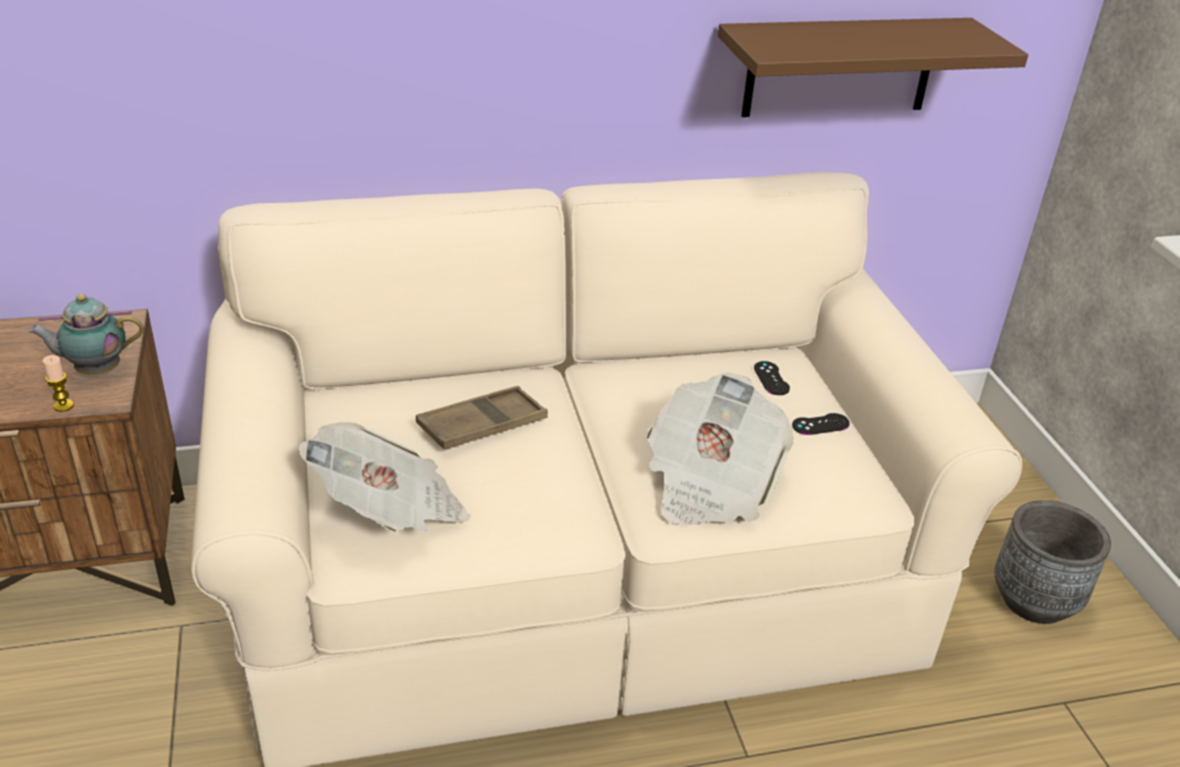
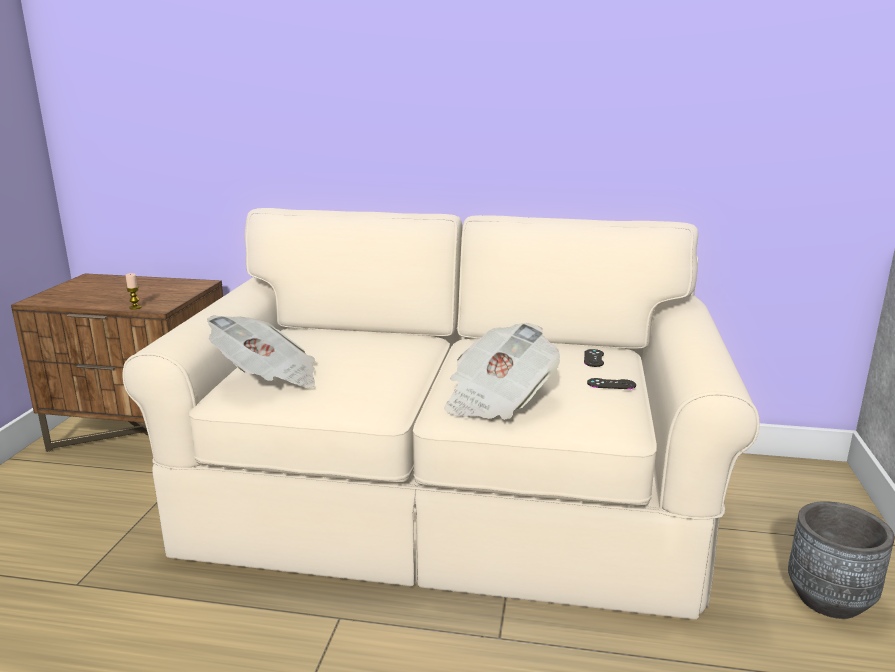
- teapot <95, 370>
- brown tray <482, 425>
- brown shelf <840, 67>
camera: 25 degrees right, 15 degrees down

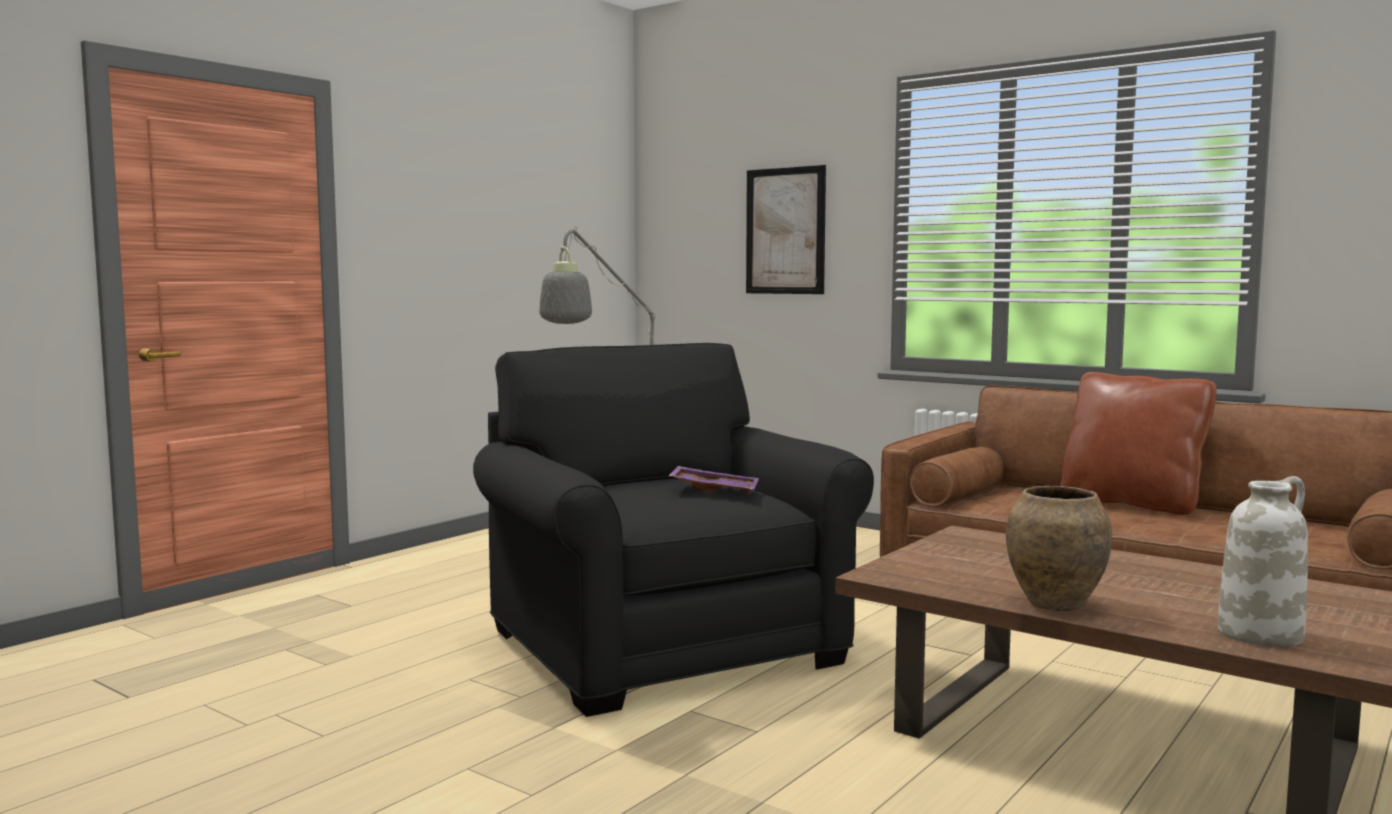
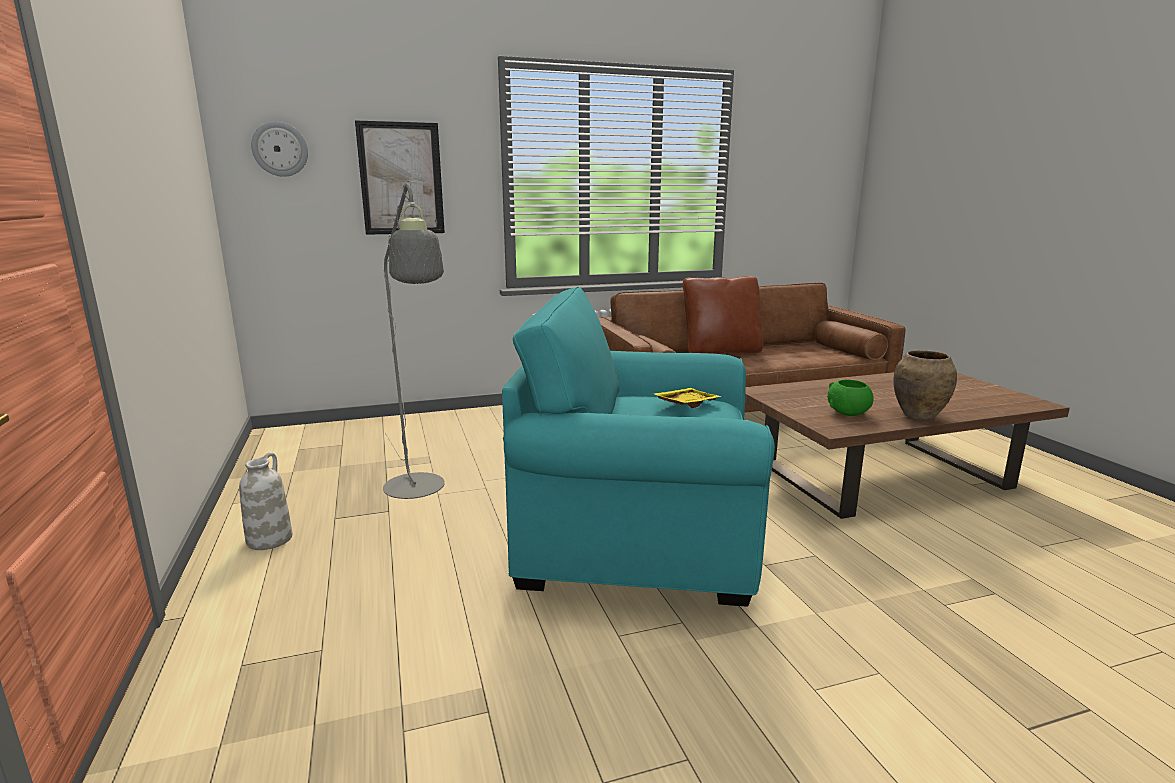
+ wall clock <280, 149>
+ green bowl <848, 413>
~ white vase <1260, 634> to <269, 539>
~ black armchair <664, 647> to turquoise armchair <637, 535>
~ purple tray <714, 489> to yellow tray <685, 404>
camera: 55 degrees left, 10 degrees up

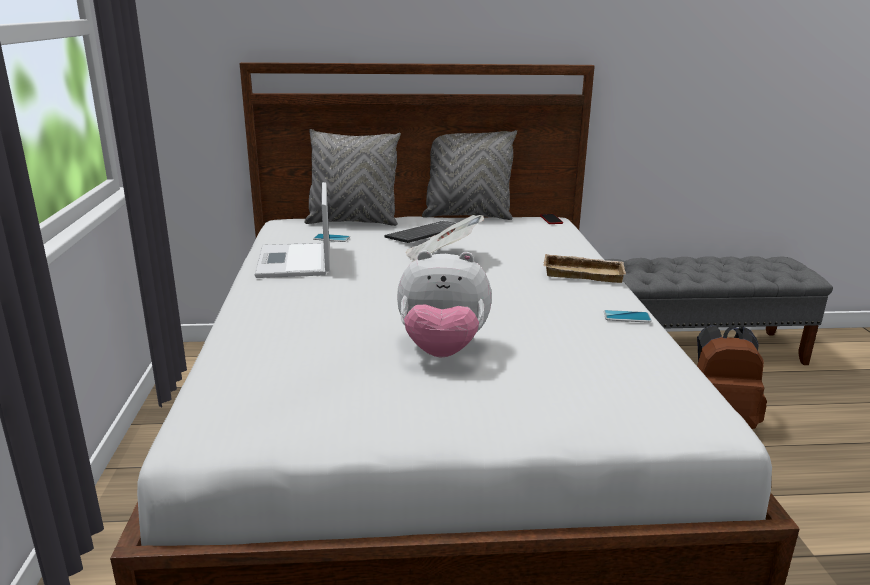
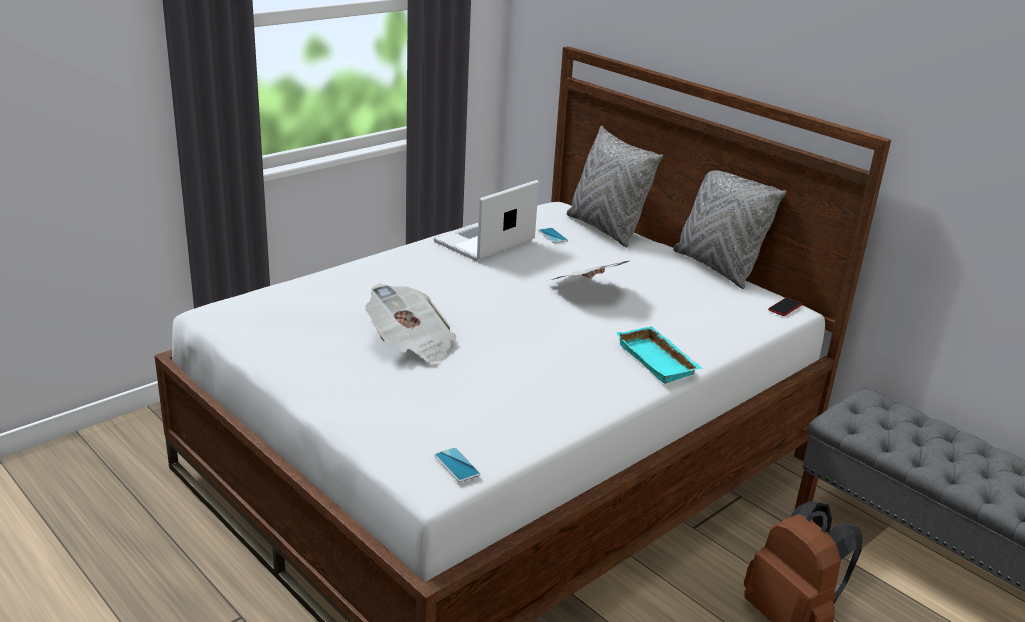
- keyboard <426, 234>
~ phone <627, 317> to <457, 465>
~ plush toy <442, 350> to newspaper <411, 345>
~ beige tray <584, 273> to turquoise tray <659, 360>
camera: 50 degrees right, 5 degrees up

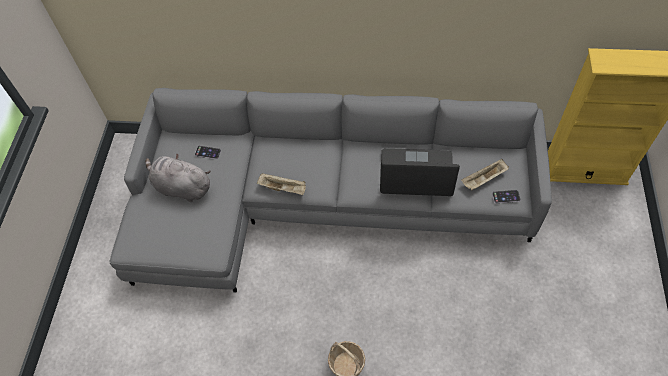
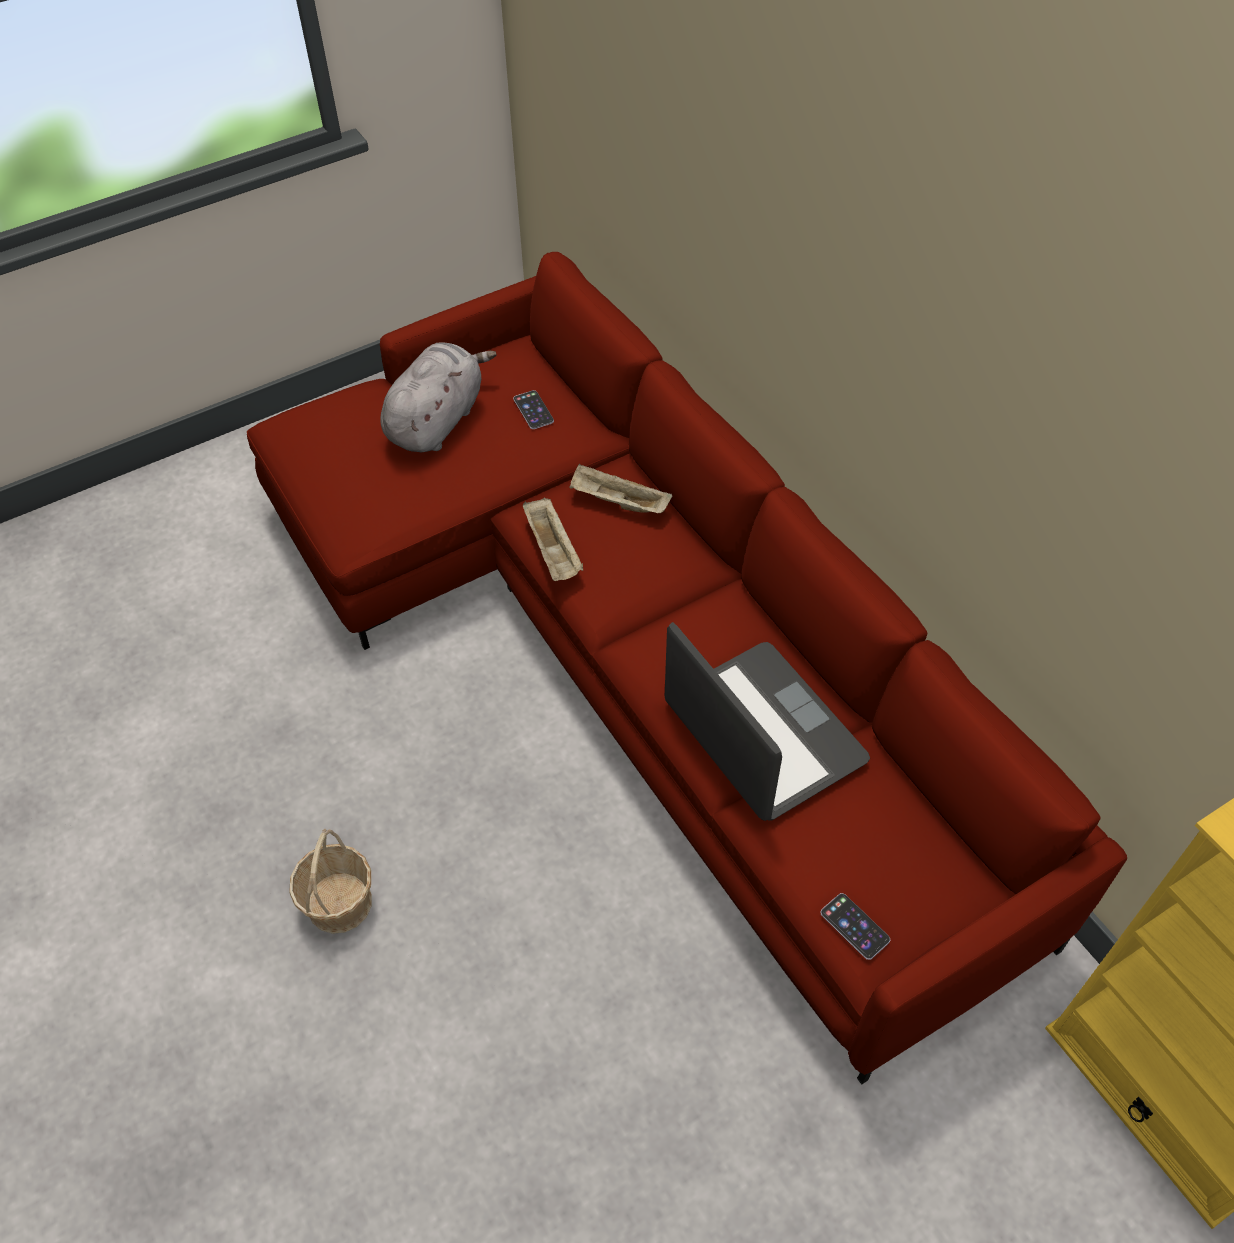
~ beige tray <483, 180> to <618, 503>
~ grey sofa <317, 201> to red sofa <633, 651>
~ grey plush toy <181, 187> = <437, 420> 45 degrees clockwise
camera: 50 degrees right, 5 degrees down

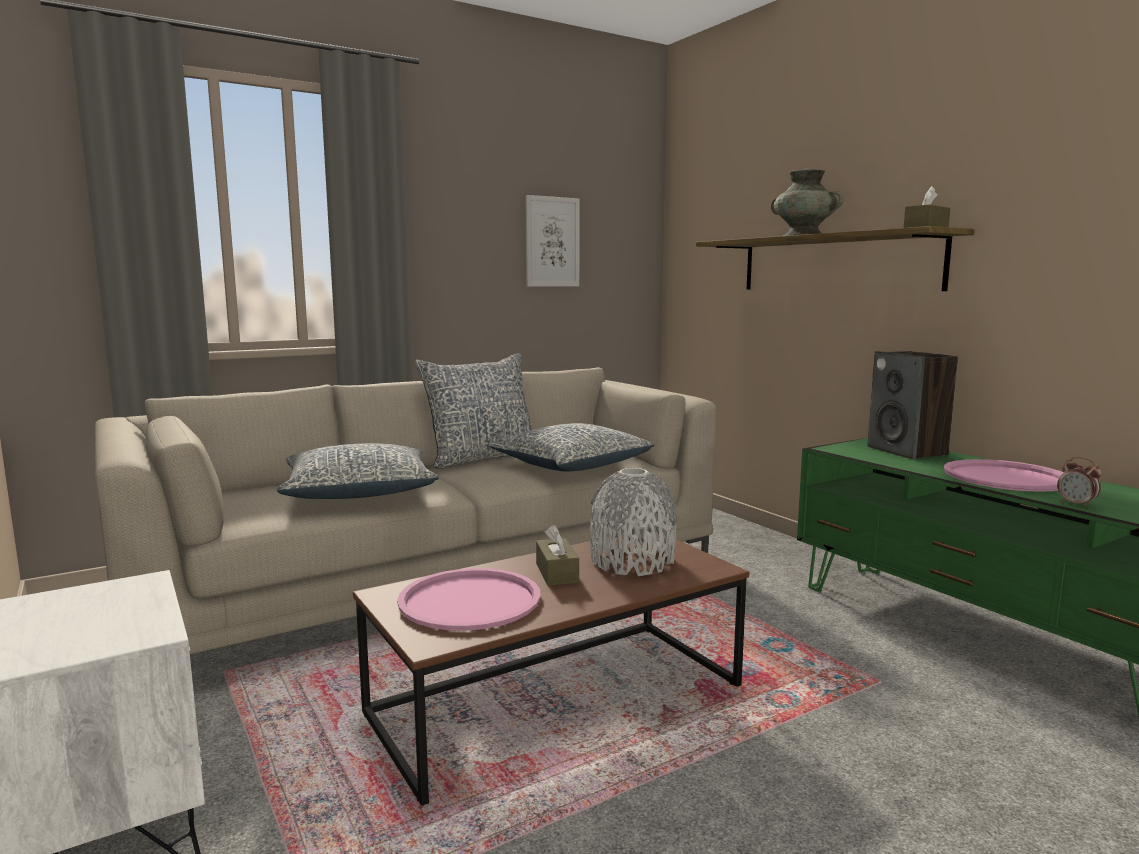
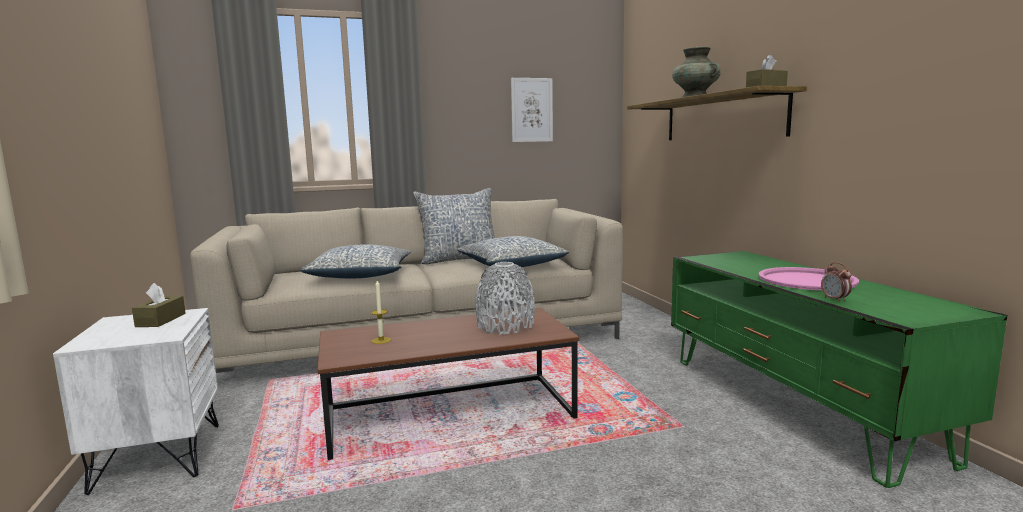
- speaker <907, 451>
~ brown tissue box <557, 573> to <161, 320>
~ pink tray <470, 601> to candle <381, 340>
camera: 15 degrees right, 0 degrees up

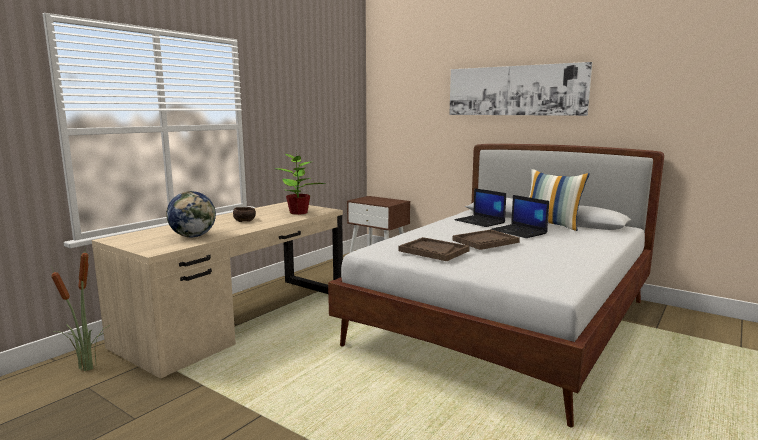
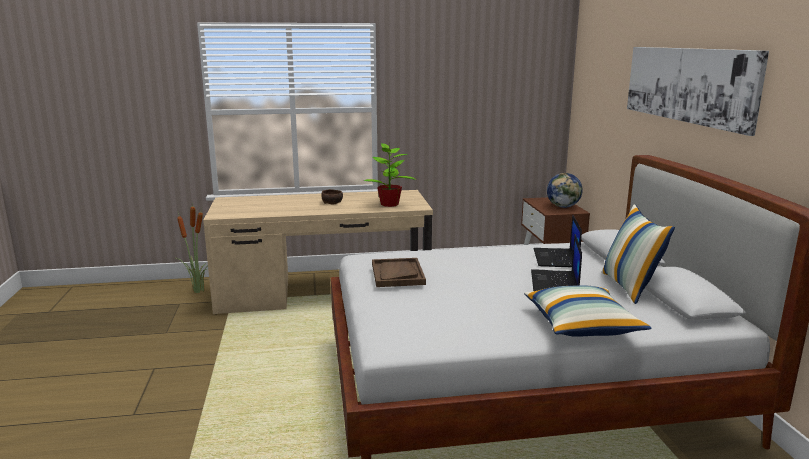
- brown tray <485, 241>
+ pillow <582, 325>
~ globe <193, 236> to <563, 207>
camera: 45 degrees right, 5 degrees up

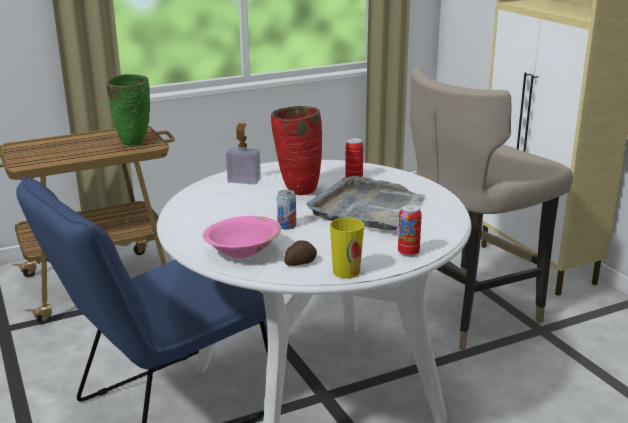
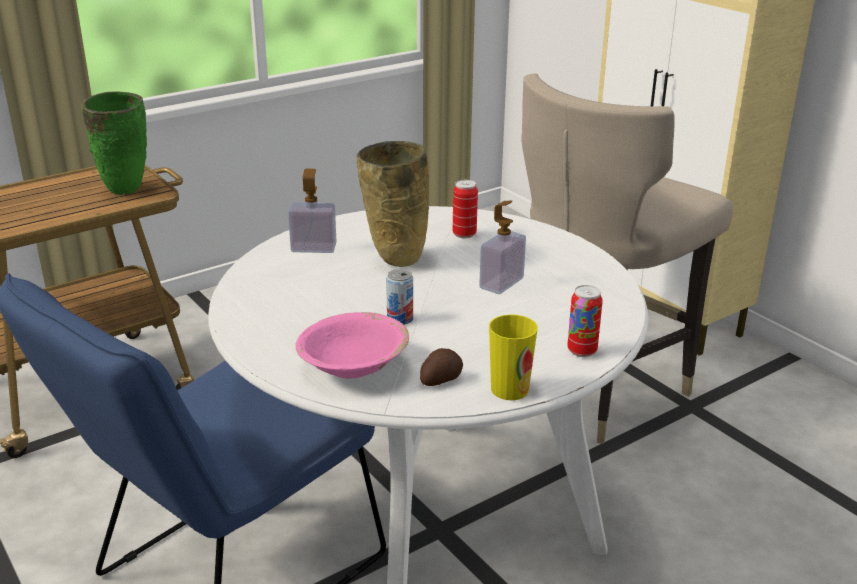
~ grey tray <368, 209> to soap dispenser <501, 283>
~ red vase <298, 190> to beige vase <395, 258>
camera: 10 degrees left, 5 degrees up

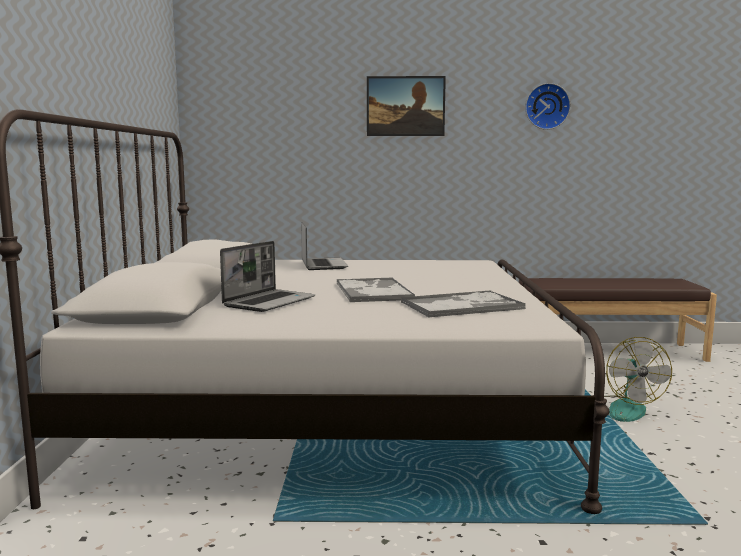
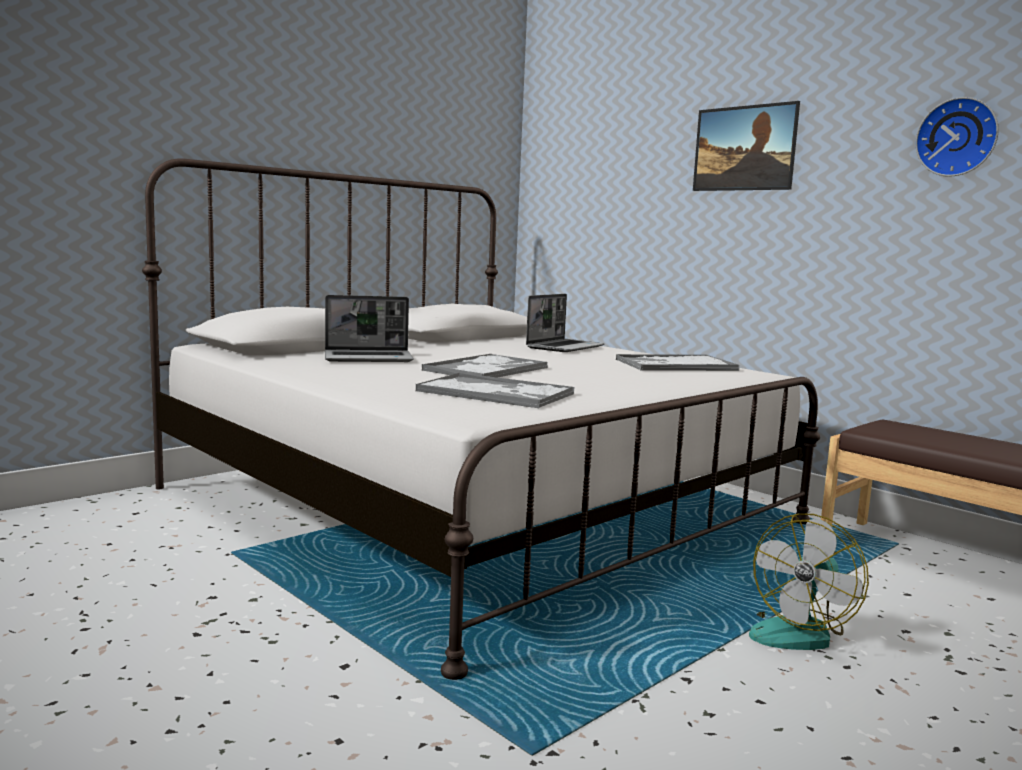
+ tray <674, 365>
camera: 45 degrees right, 0 degrees up

